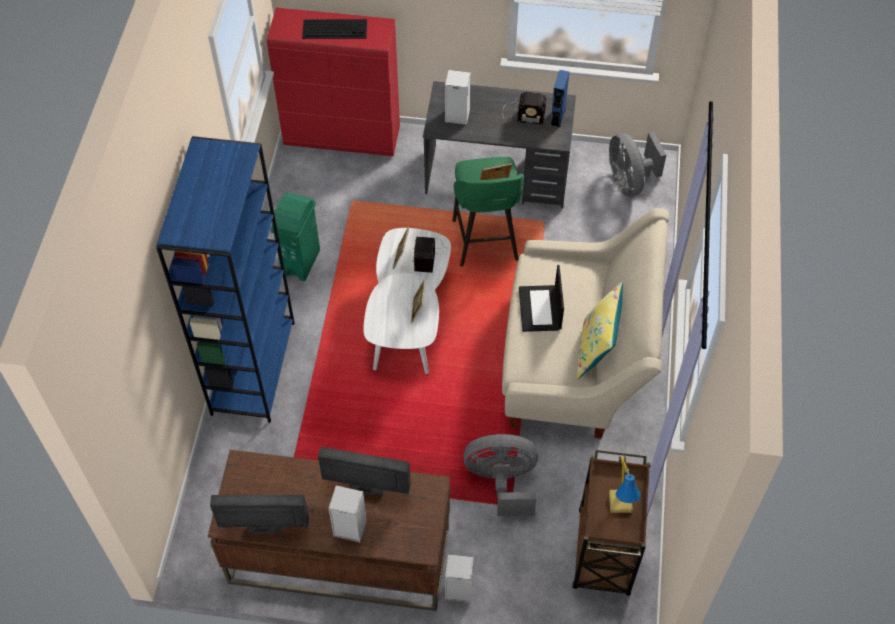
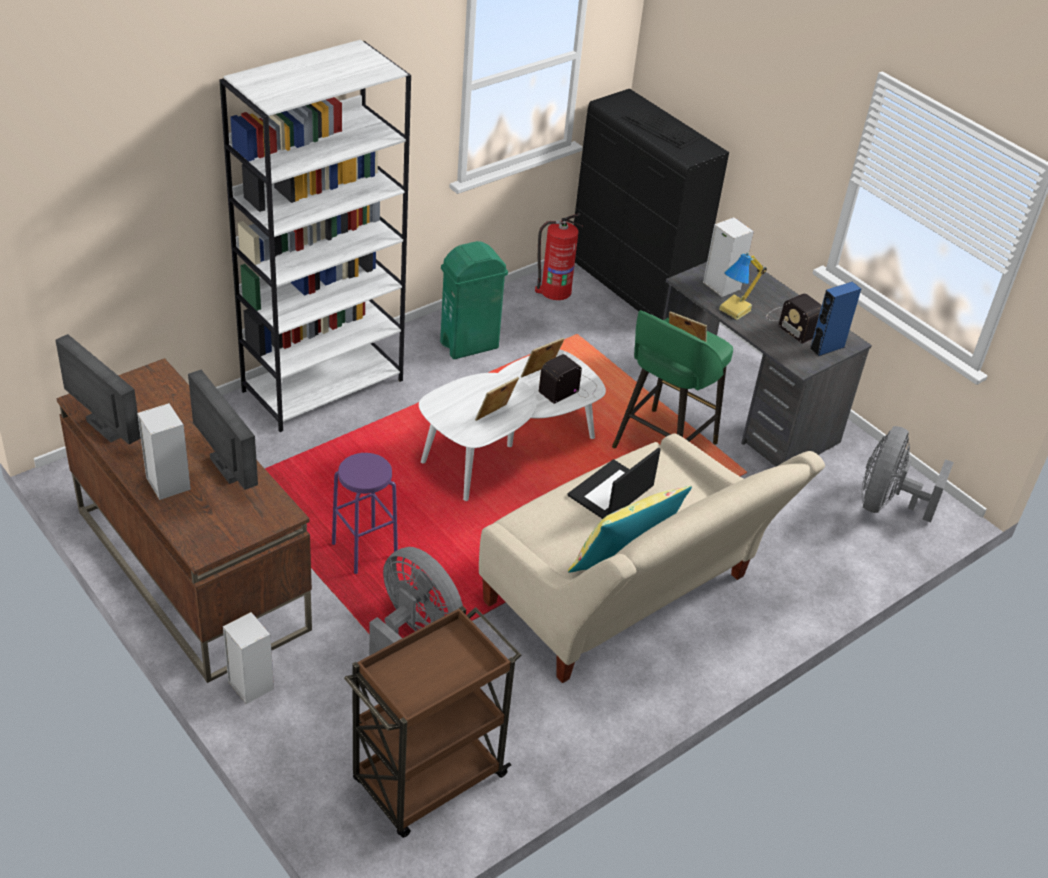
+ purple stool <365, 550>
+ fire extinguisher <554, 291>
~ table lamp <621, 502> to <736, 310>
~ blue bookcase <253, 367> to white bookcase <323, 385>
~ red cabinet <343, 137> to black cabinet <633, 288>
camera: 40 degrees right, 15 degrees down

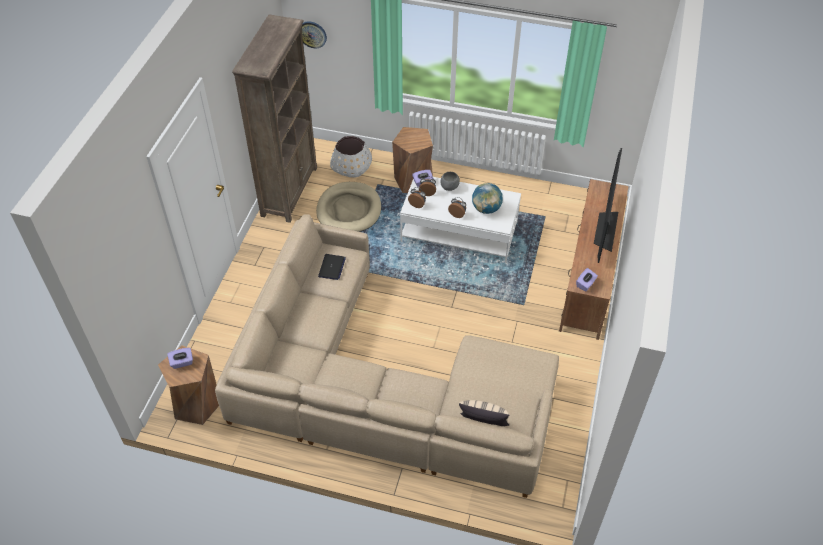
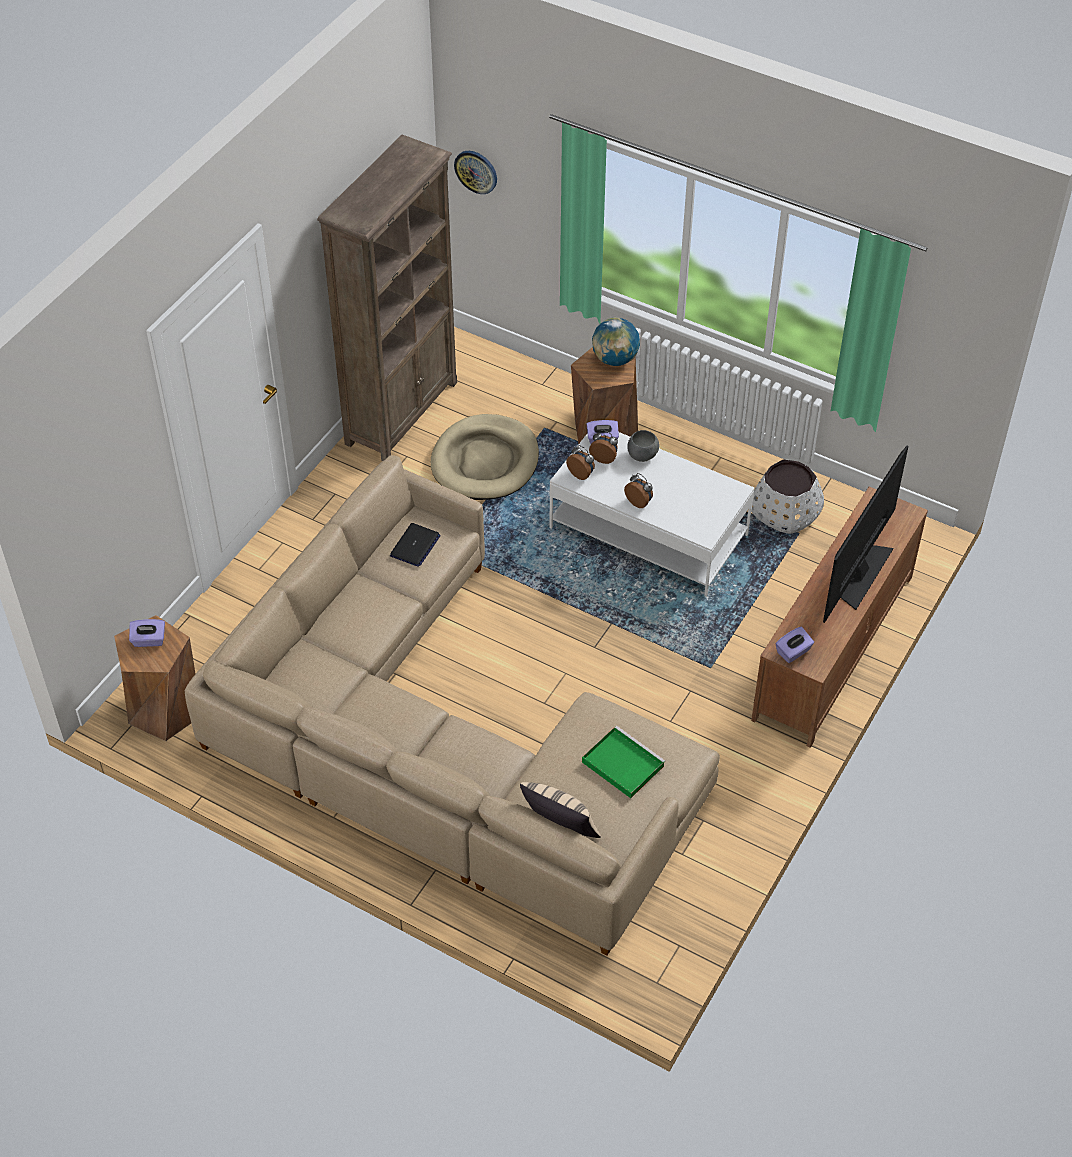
+ green tray <621, 763>
~ white planter <351, 166> to <785, 510>
~ globe <486, 209> to <615, 359>
camera: 15 degrees right, 0 degrees up

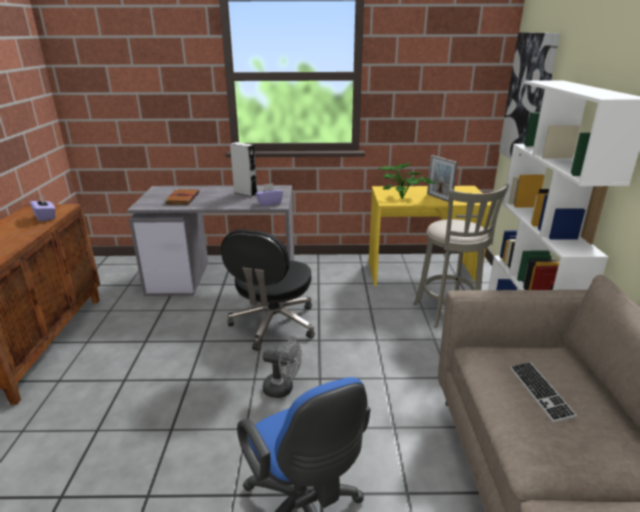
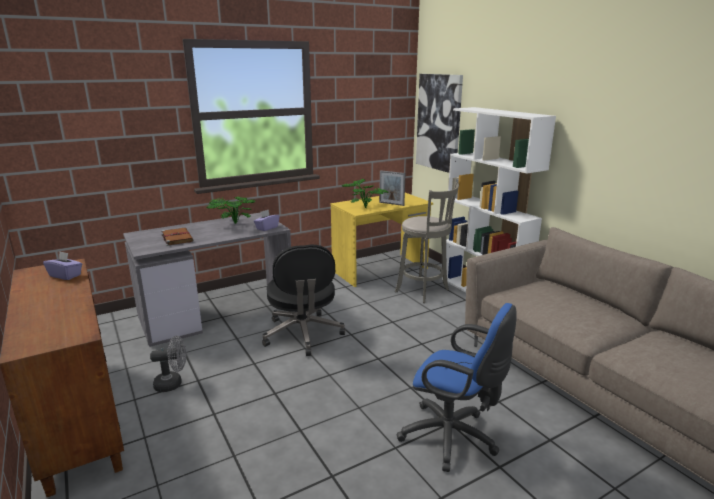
- keyboard <540, 392>
~ grey fan <283, 389> to <173, 383>
~ grey speaker <245, 193> to potted plant <232, 224>
camera: 30 degrees left, 5 degrees down

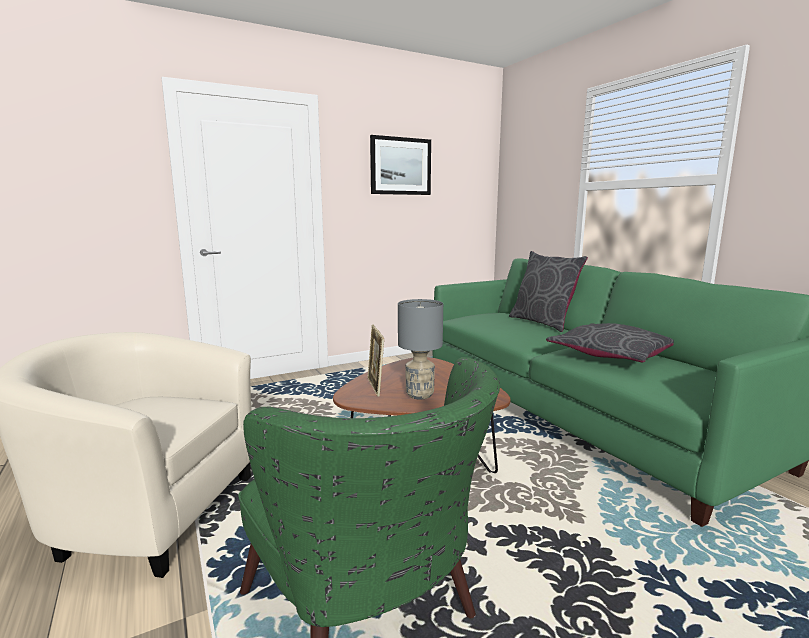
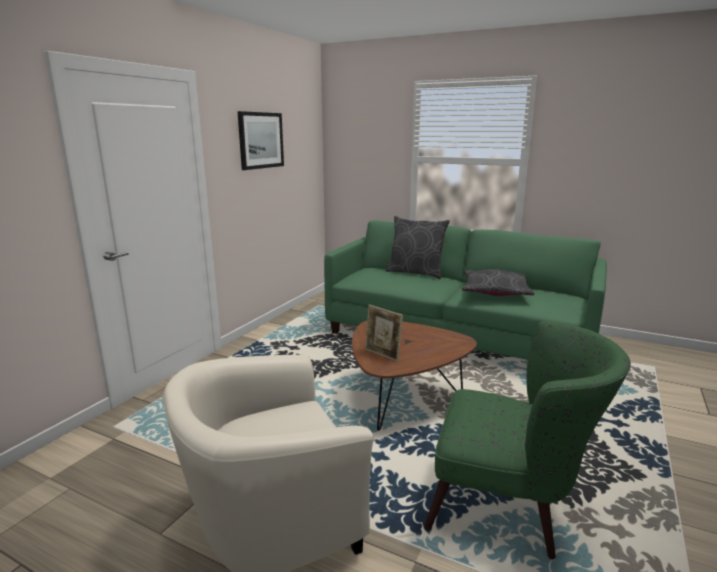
- grey table lamp <419, 395>
camera: 35 degrees left, 5 degrees up

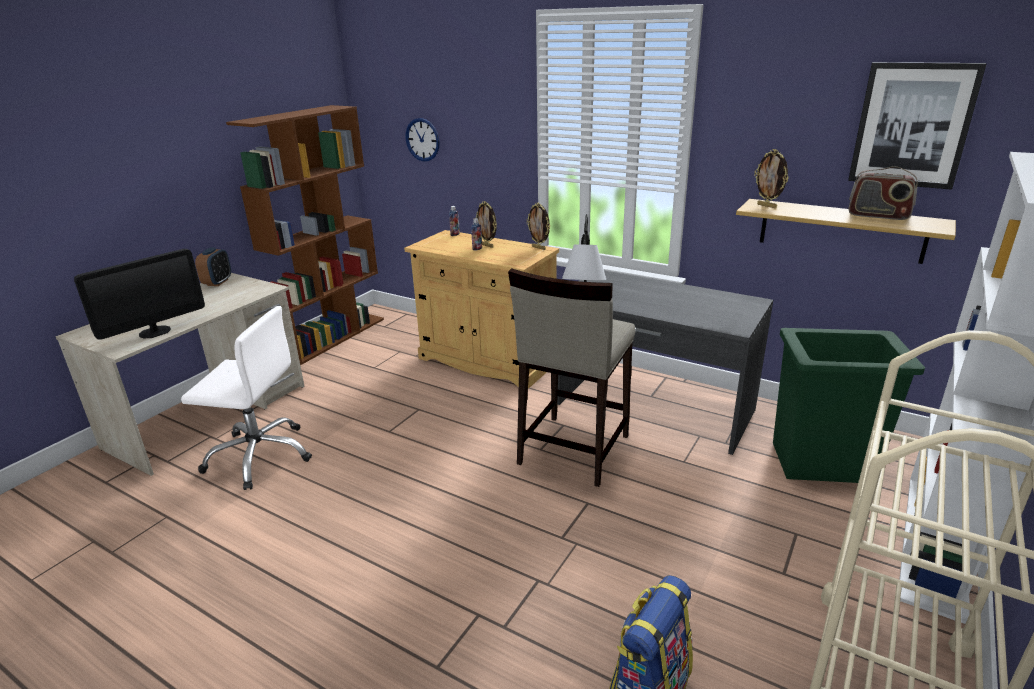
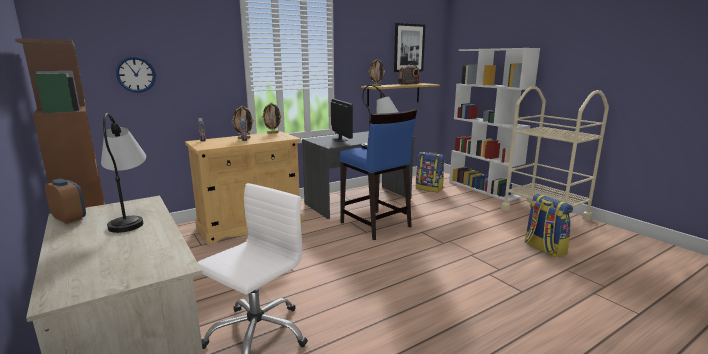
+ table lamp <131, 218>
~ monitor <155, 332> to <340, 140>
~ green trash can <822, 463> to backpack <429, 188>
~ beige stool <572, 450> to blue stool <375, 225>
camera: 65 degrees left, 10 degrees down

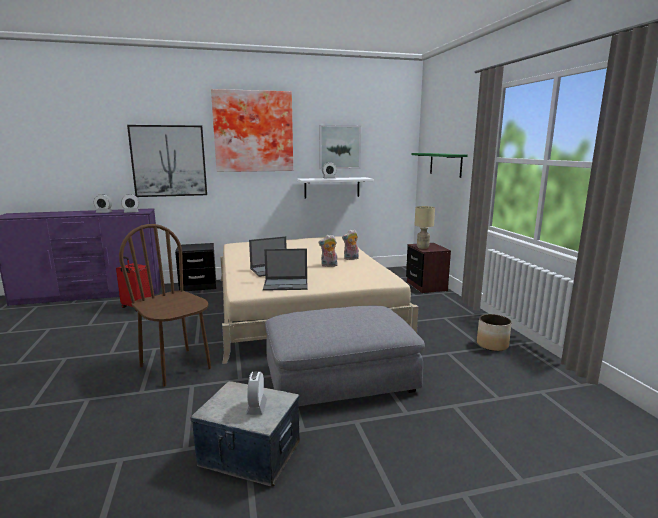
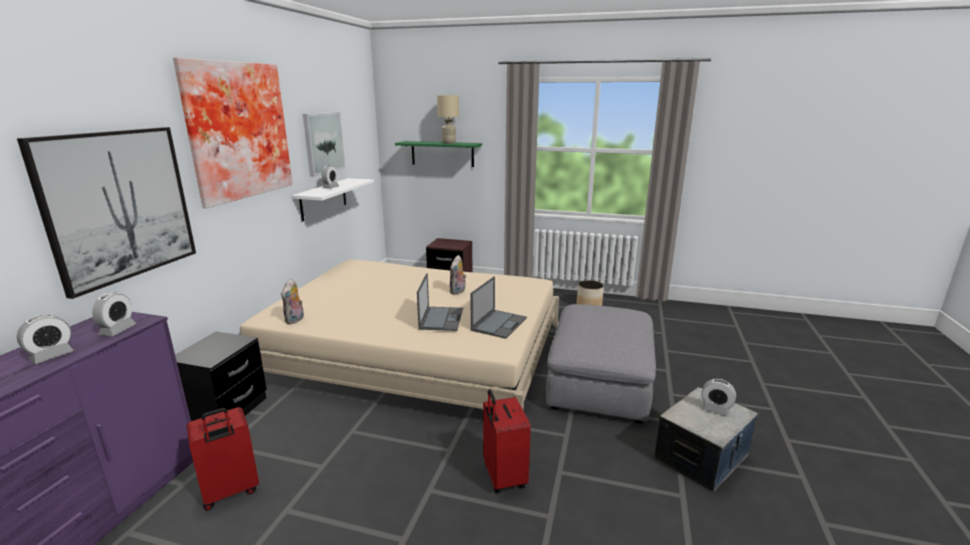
~ plush toy <351, 259> to <295, 320>
~ beige table lamp <422, 247> to <448, 143>
~ brown chair <176, 367> to red suitcase <503, 477>
camera: 60 degrees left, 5 degrees up

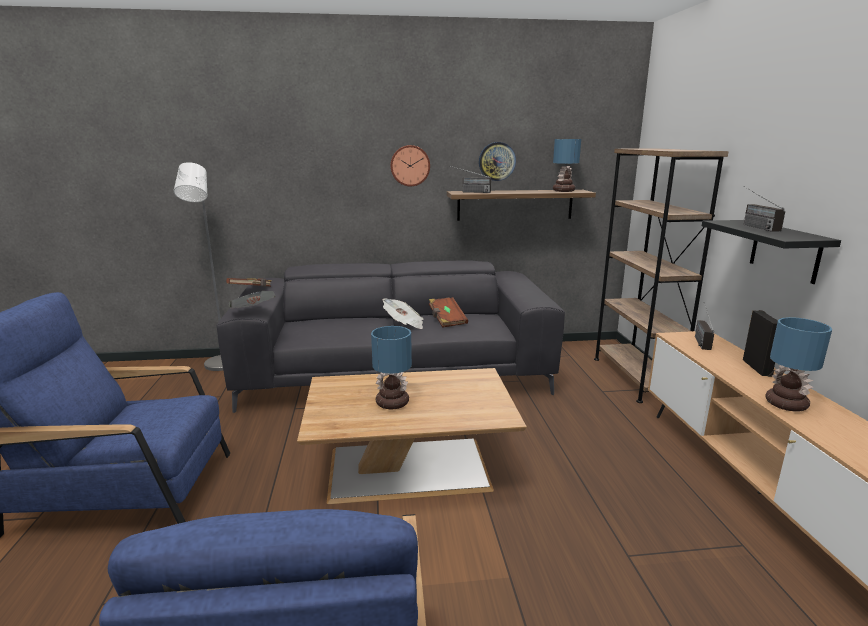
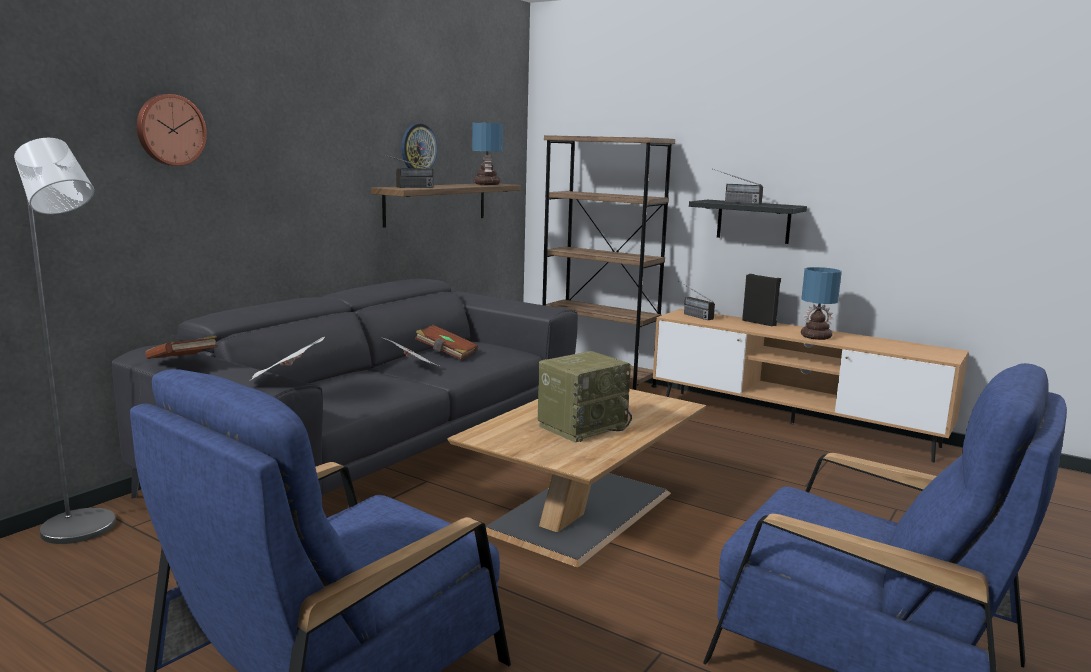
~ wall clock <410, 165> to <170, 130>
~ table lamp <393, 402> to radio <582, 426>
camera: 50 degrees left, 5 degrees down

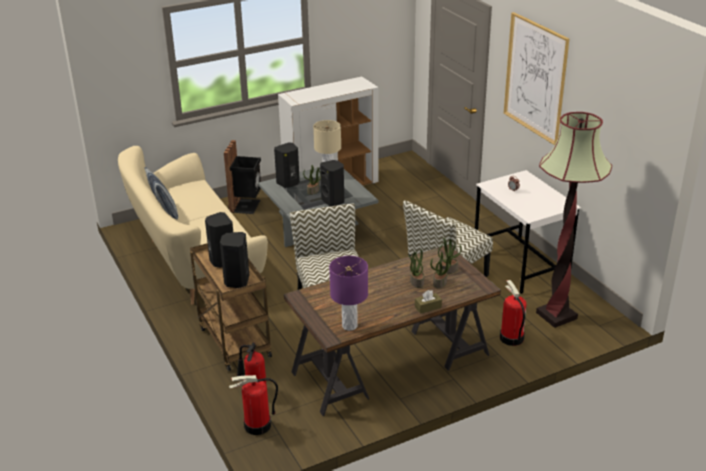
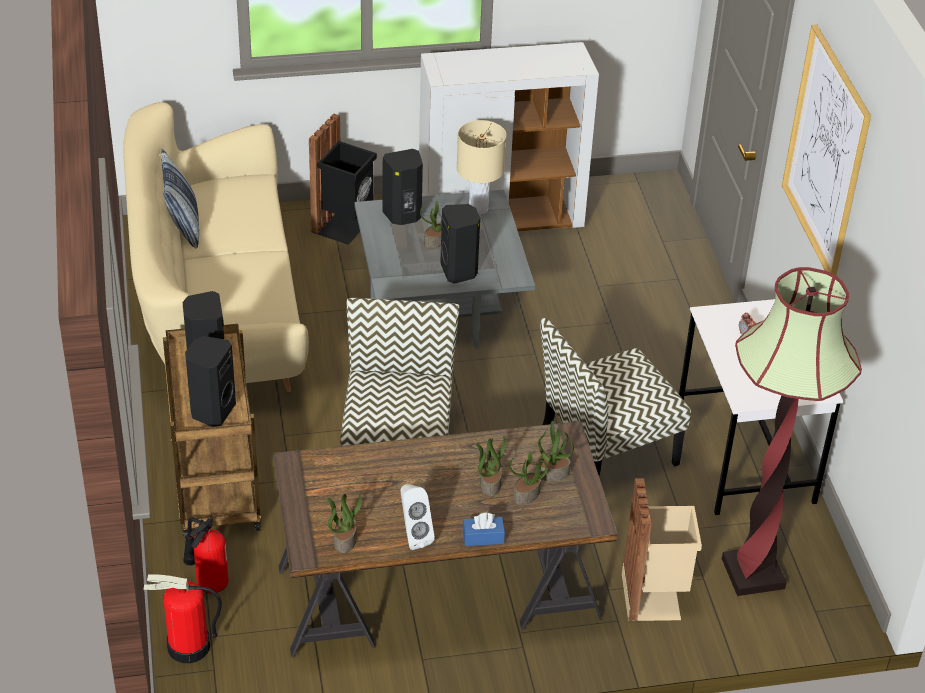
+ white speaker <413, 536>
~ purple table lamp <349, 326> to potted plant <344, 539>
~ fire extinguisher <511, 338> to beige trash can <654, 596>
~ brown tissue box <428, 307> to blue tissue box <483, 537>
camera: 15 degrees right, 10 degrees up

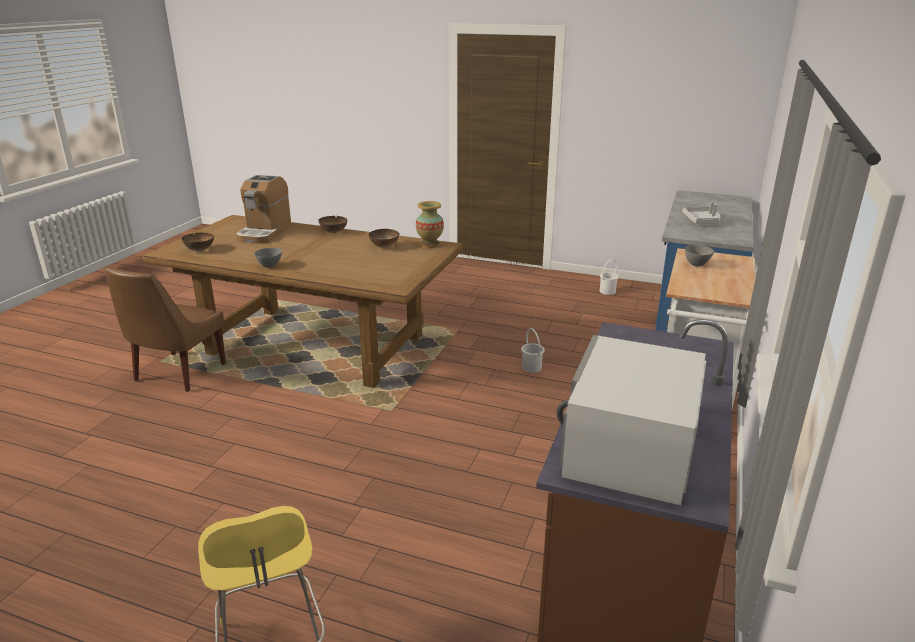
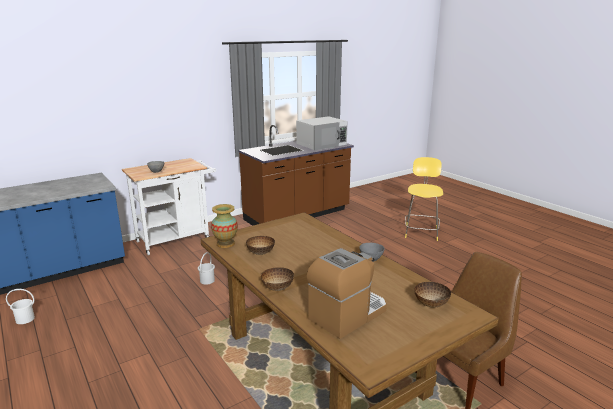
- grey tray <702, 221>
camera: 145 degrees left, 5 degrees down

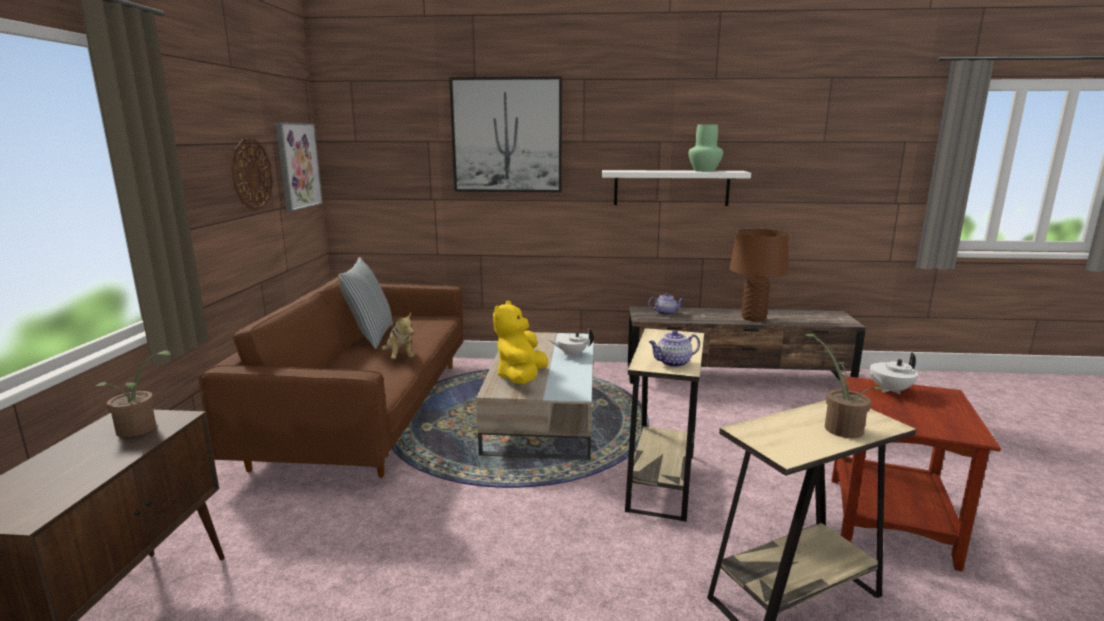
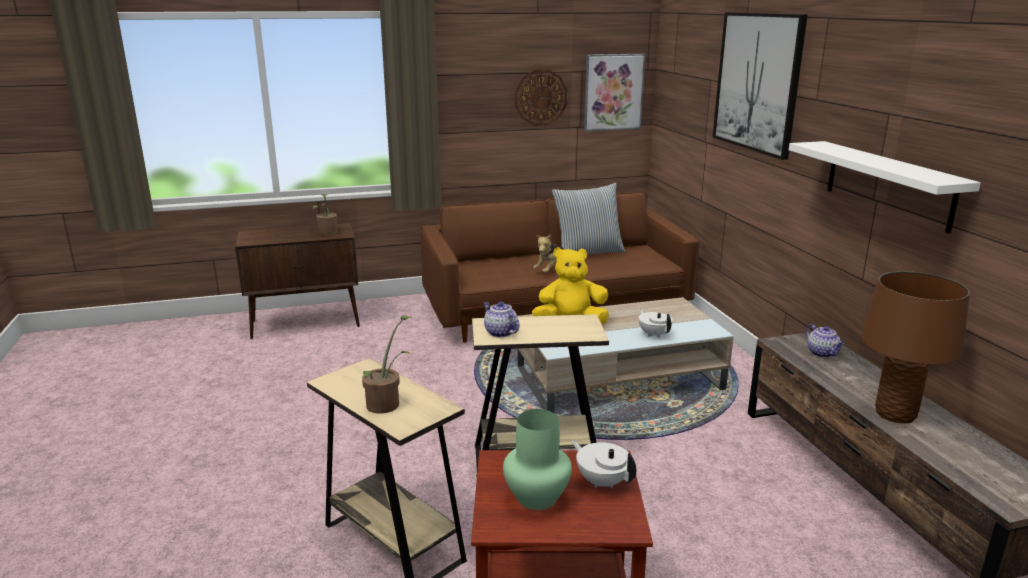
~ green vase <704, 171> to <538, 497>
camera: 70 degrees right, 5 degrees up

